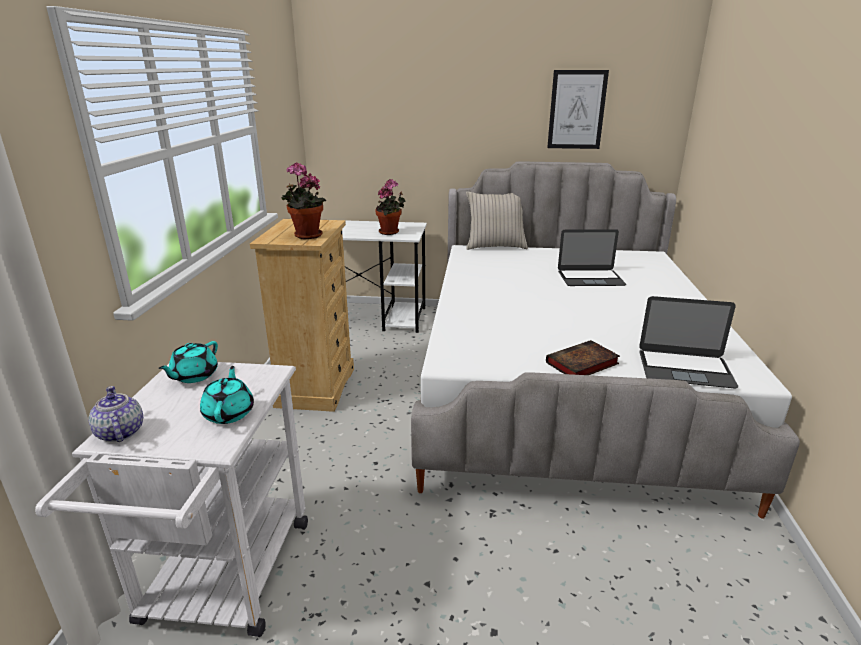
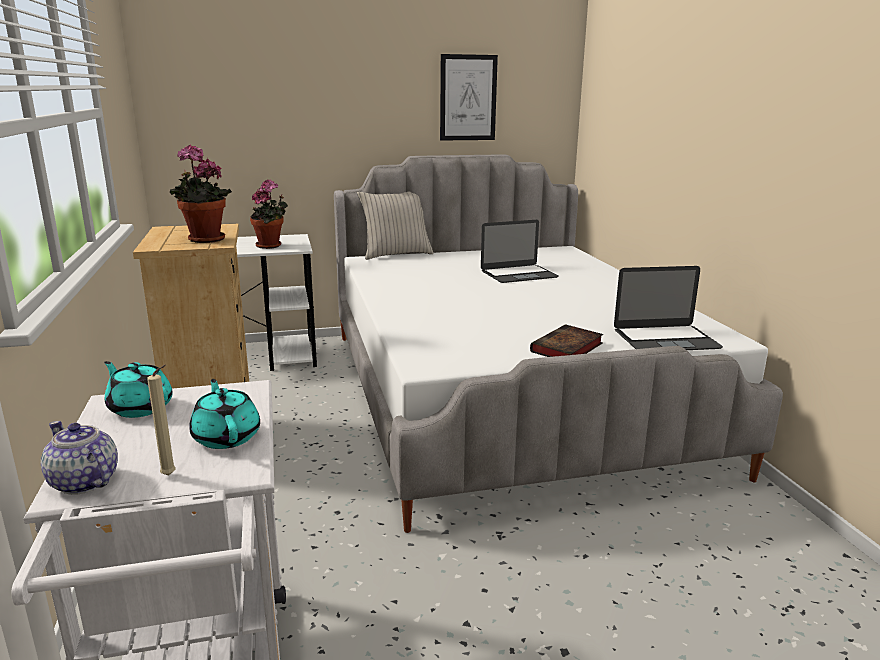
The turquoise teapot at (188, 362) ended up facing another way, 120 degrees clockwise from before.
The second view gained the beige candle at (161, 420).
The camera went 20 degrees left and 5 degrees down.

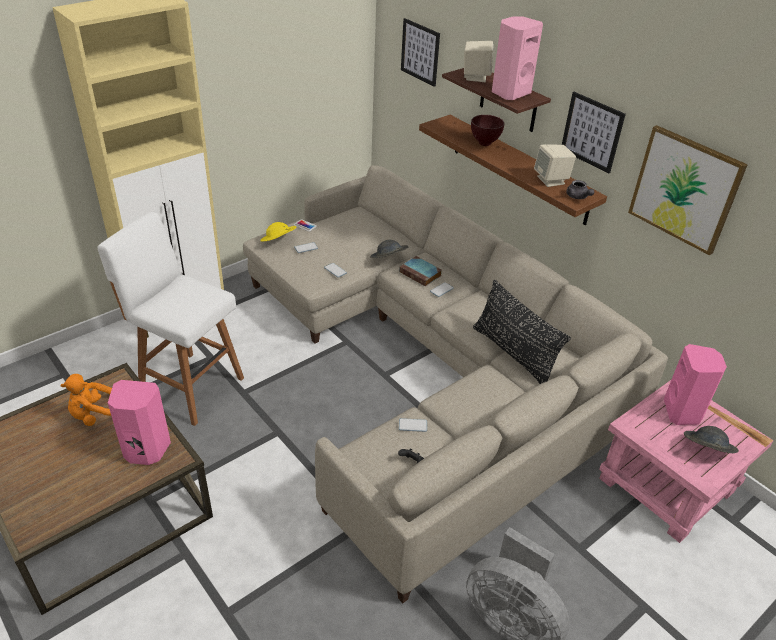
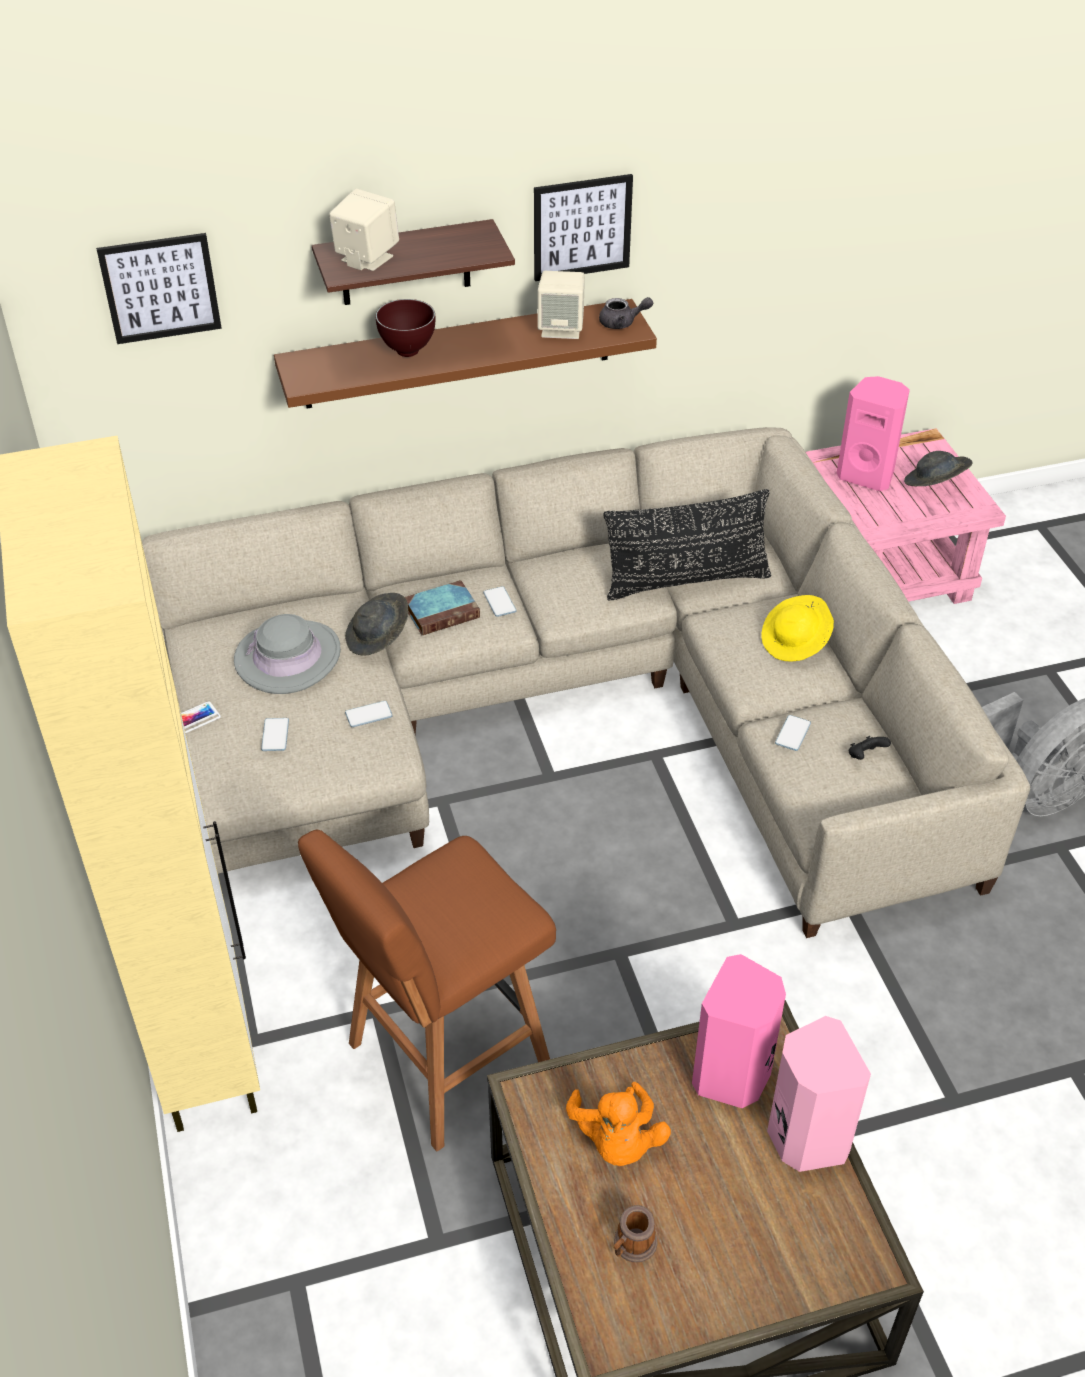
The second view gained the grey hat at (287, 654).
What was the white stool at (170, 319) turned into the brown stool at (427, 990).
The second view gained the mug at (636, 1234).
The yellow hat ended up elsewhere, having gone from (278, 232) to (797, 628).
The pink speaker ended up elsewhere, having gone from (517, 58) to (819, 1094).
The second view lost the picture at (688, 190).
The camera went 65 degrees left and 5 degrees up.

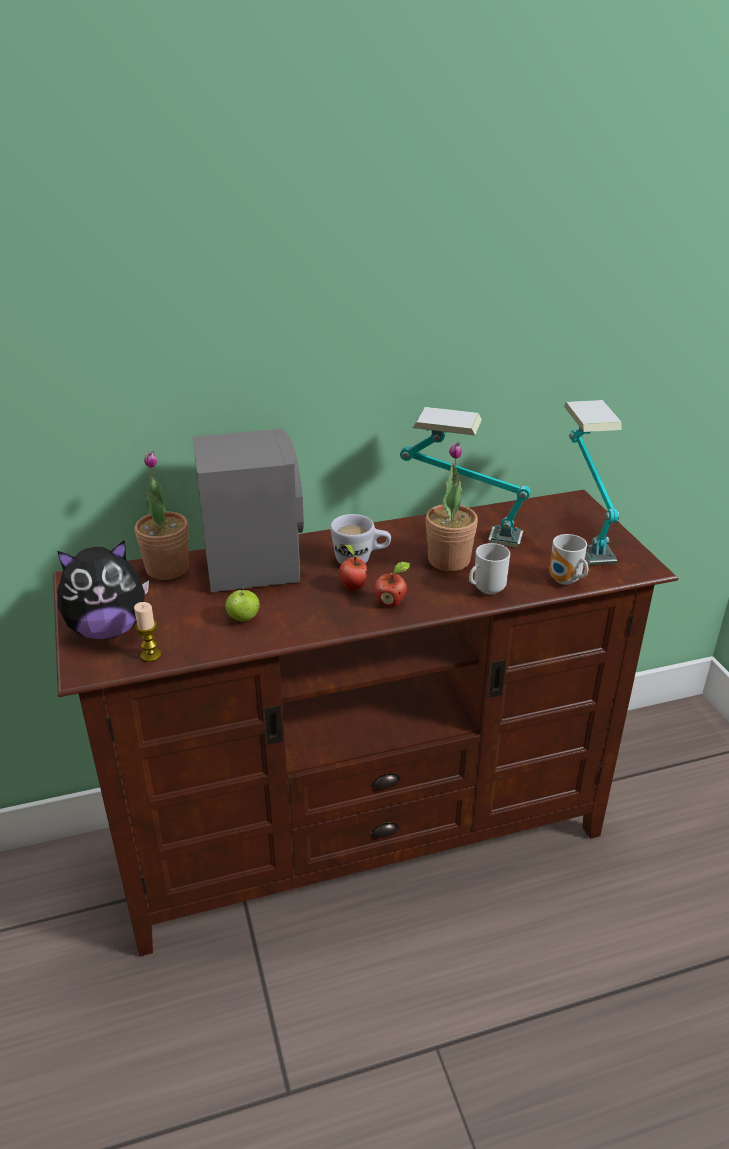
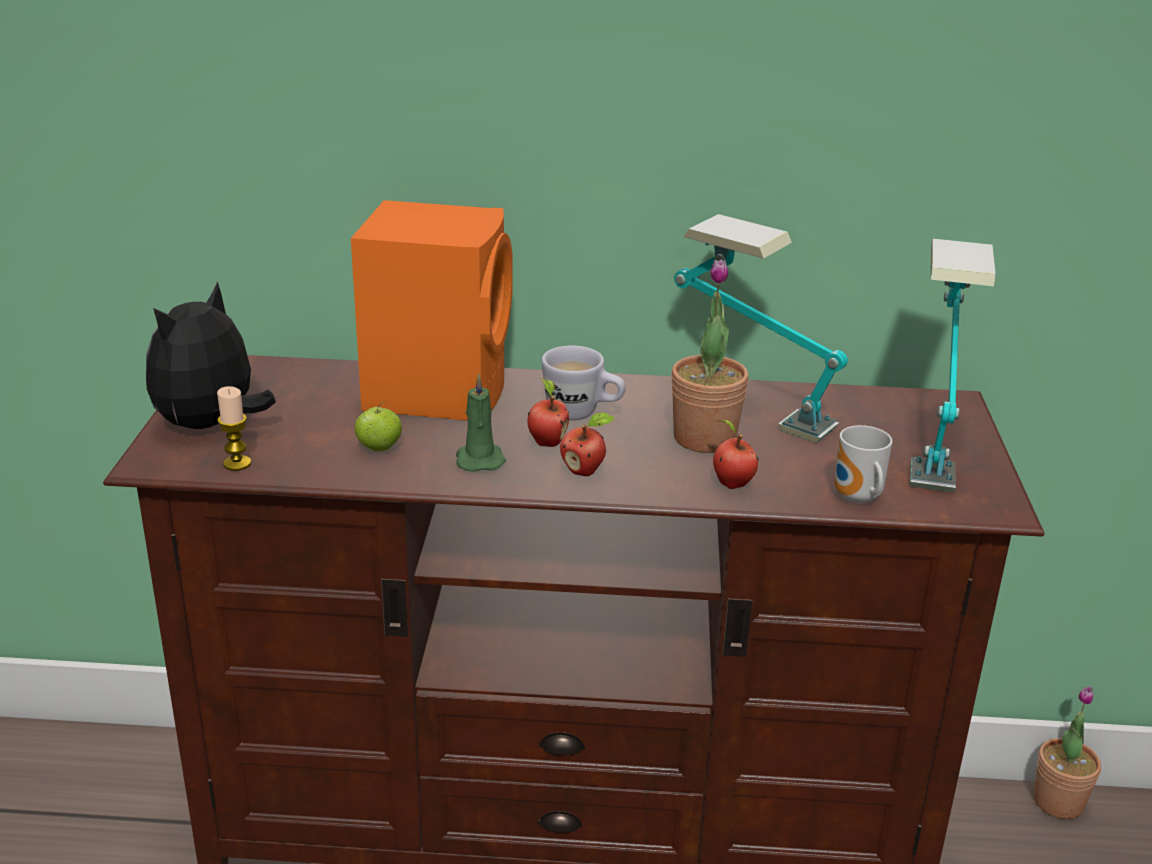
The plush toy at (103, 590) ended up facing another way, 120 degrees clockwise from before.
What was the grey speaker at (248, 510) turned into the orange speaker at (432, 310).
The second view gained the green candle at (481, 422).
Where the mug stood at (489, 569), the apple came to stand at (735, 454).
The potted plant ended up elsewhere, having gone from (162, 515) to (1067, 752).
The camera went 20 degrees right and 5 degrees down.

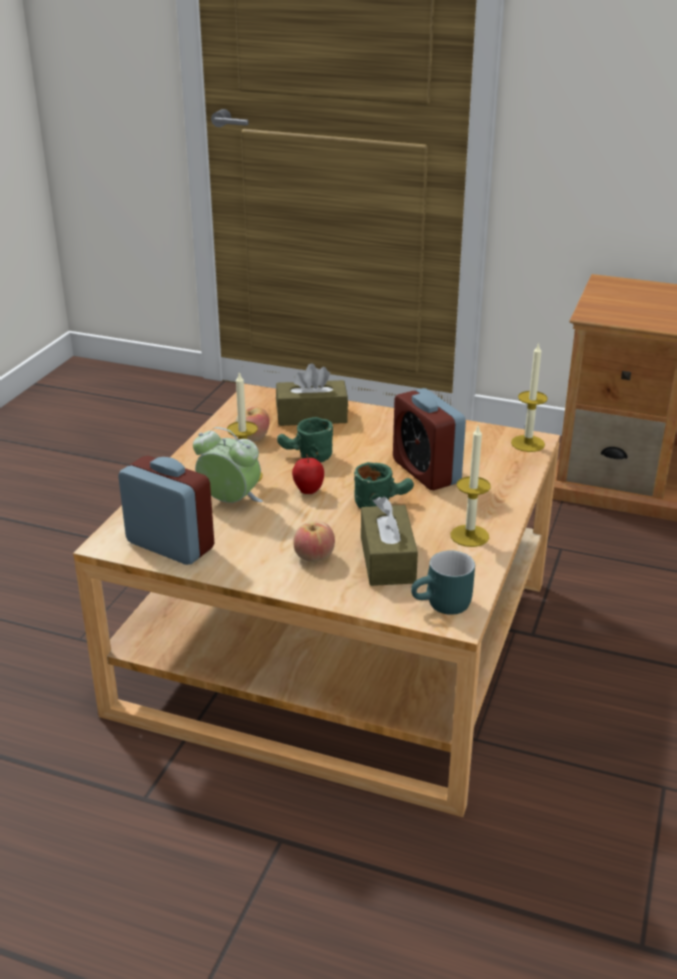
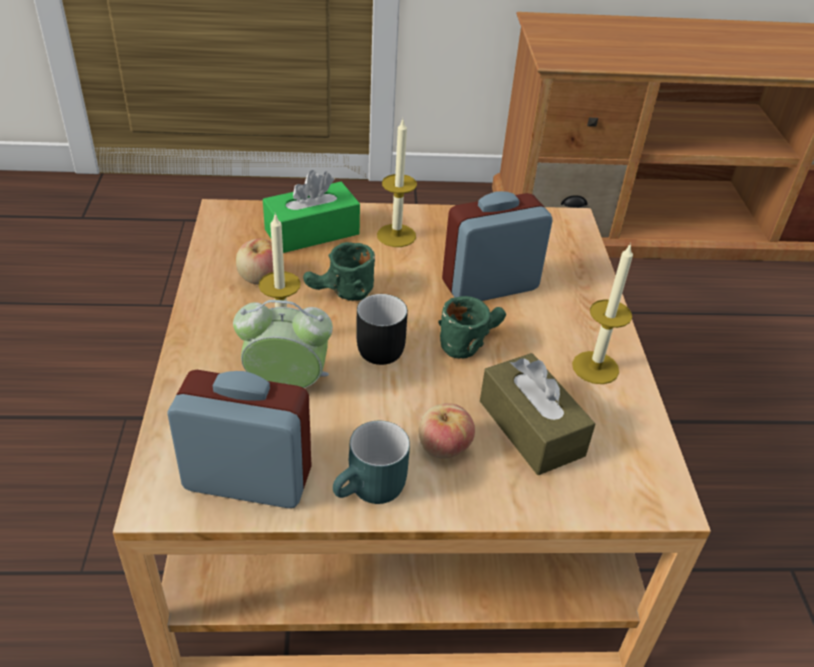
What was the brown tissue box at (312, 394) turned into the green tissue box at (311, 211).
The turquoise mug ended up elsewhere, having gone from (443, 582) to (371, 462).
Where the apple stood at (308, 474), the black mug came to stand at (382, 329).
The candle ended up elsewhere, having gone from (529, 397) to (397, 183).
The alarm clock at (429, 439) ended up facing another way, 120 degrees clockwise from before.
The camera went 25 degrees left and 10 degrees up.

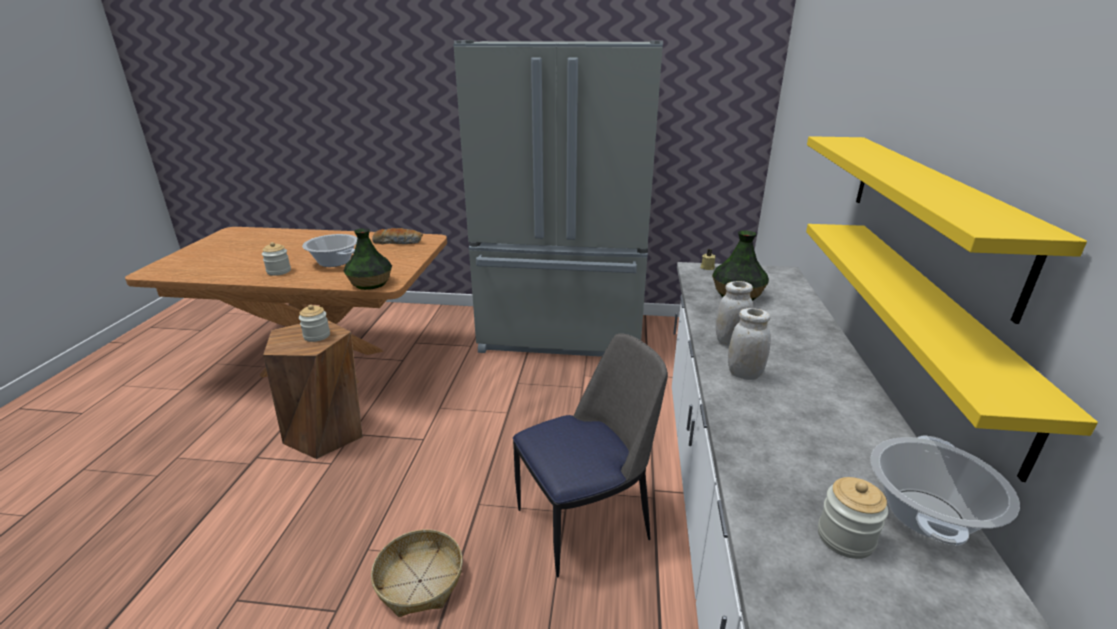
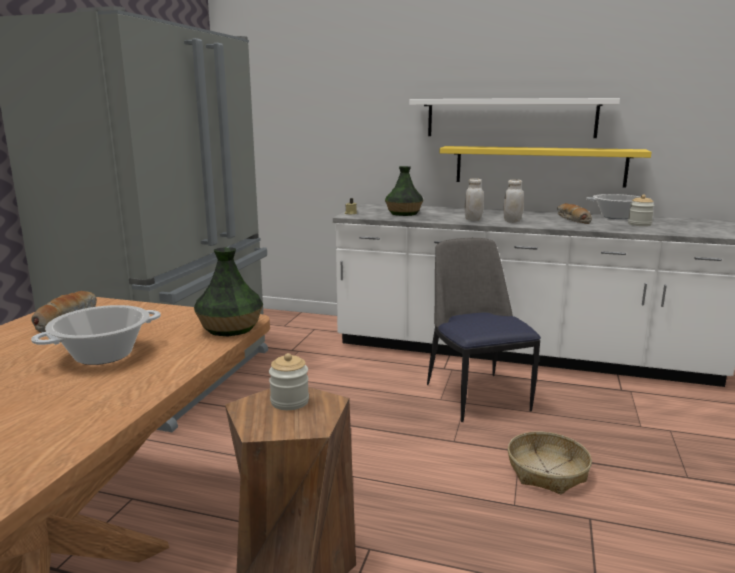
What was the yellow shelf at (947, 230) turned into the white shelf at (514, 118).
The second view gained the bread at (574, 213).
The second view lost the jar at (276, 259).
The camera went 80 degrees left and 10 degrees down.

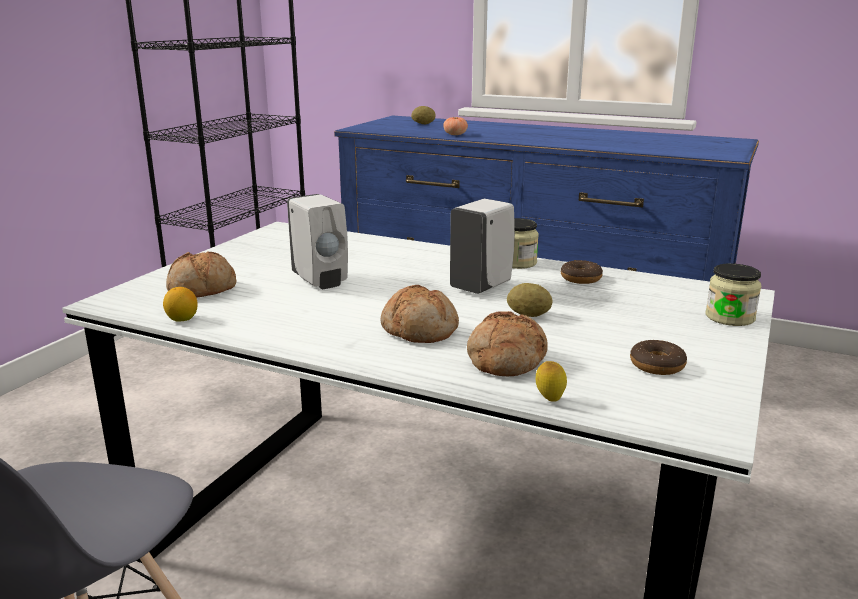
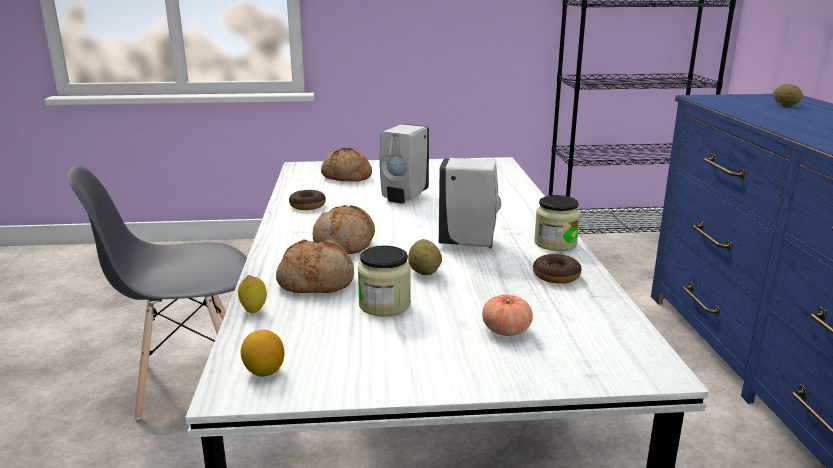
The lemon ended up elsewhere, having gone from (180, 304) to (262, 353).
The donut ended up elsewhere, having gone from (658, 357) to (307, 200).
The jar ended up elsewhere, having gone from (733, 294) to (384, 280).
The tomato ended up elsewhere, having gone from (455, 126) to (507, 315).
The camera went 60 degrees right and 0 degrees up.

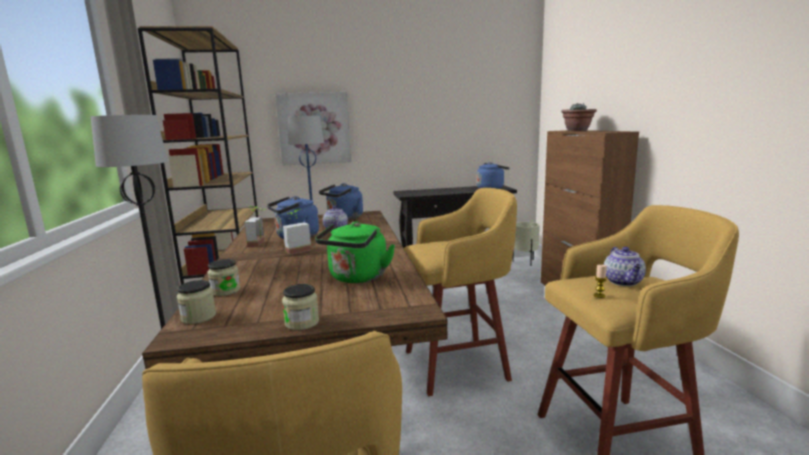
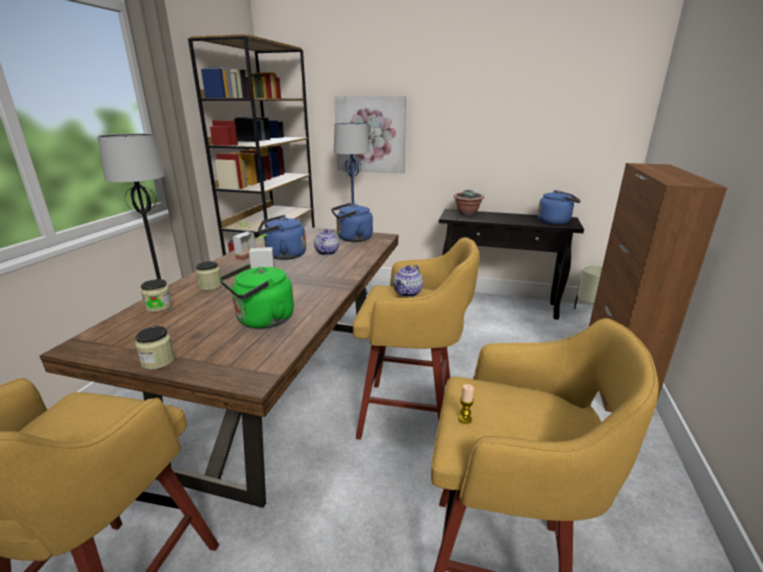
The jar ended up elsewhere, having gone from (196, 302) to (209, 275).
The teapot ended up elsewhere, having gone from (625, 266) to (408, 281).
The potted plant ended up elsewhere, having gone from (579, 117) to (469, 203).
The camera went 25 degrees right and 10 degrees up.

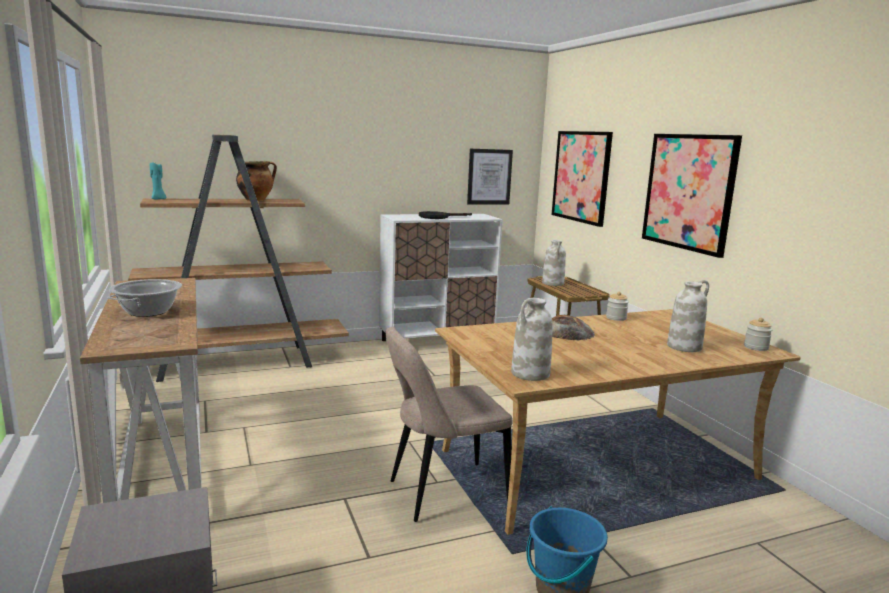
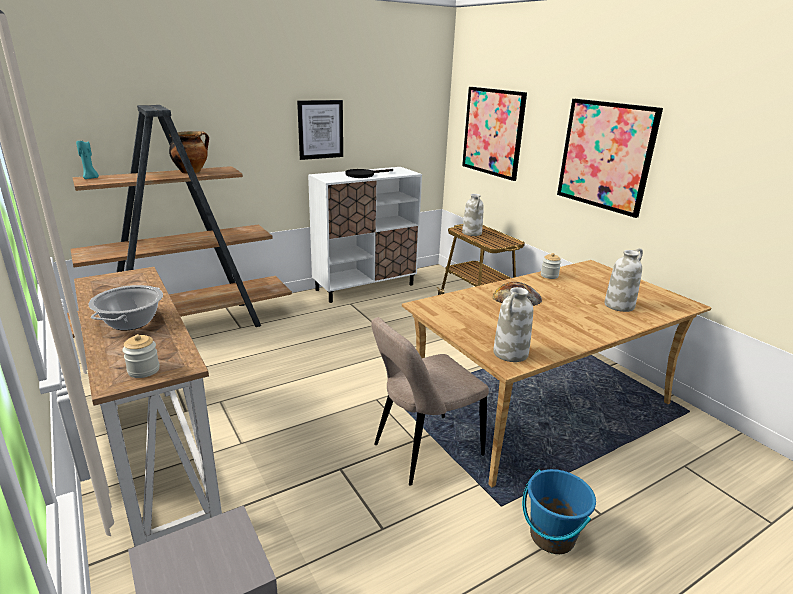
The jar ended up elsewhere, having gone from (758, 334) to (141, 356).
The picture ended up elsewhere, having gone from (490, 177) to (320, 130).
The camera went 10 degrees left and 10 degrees up.

